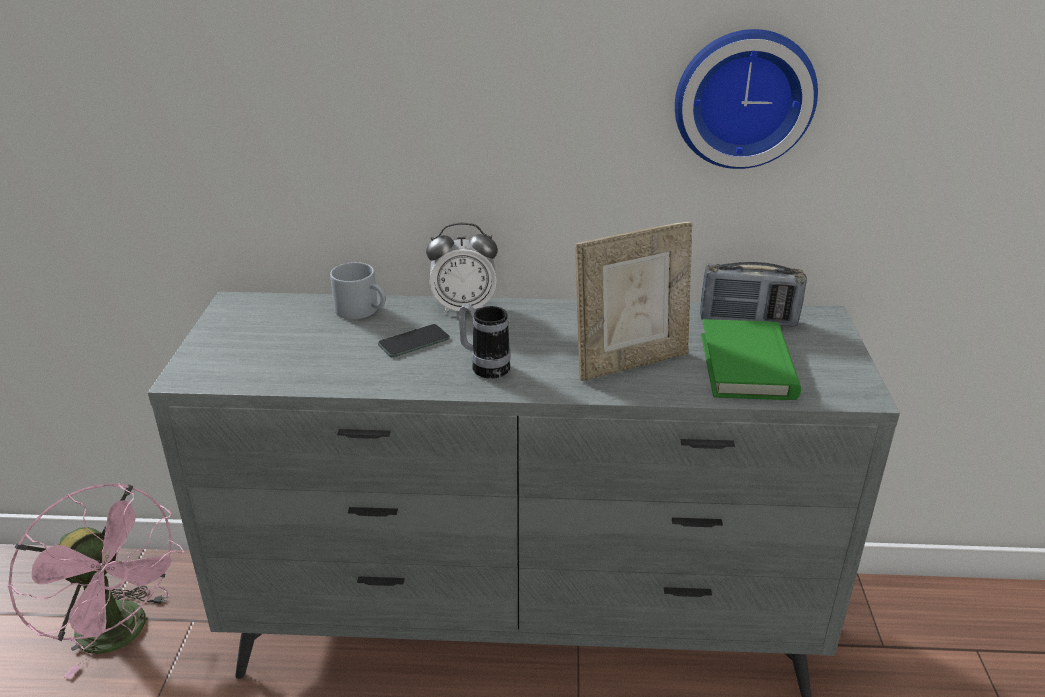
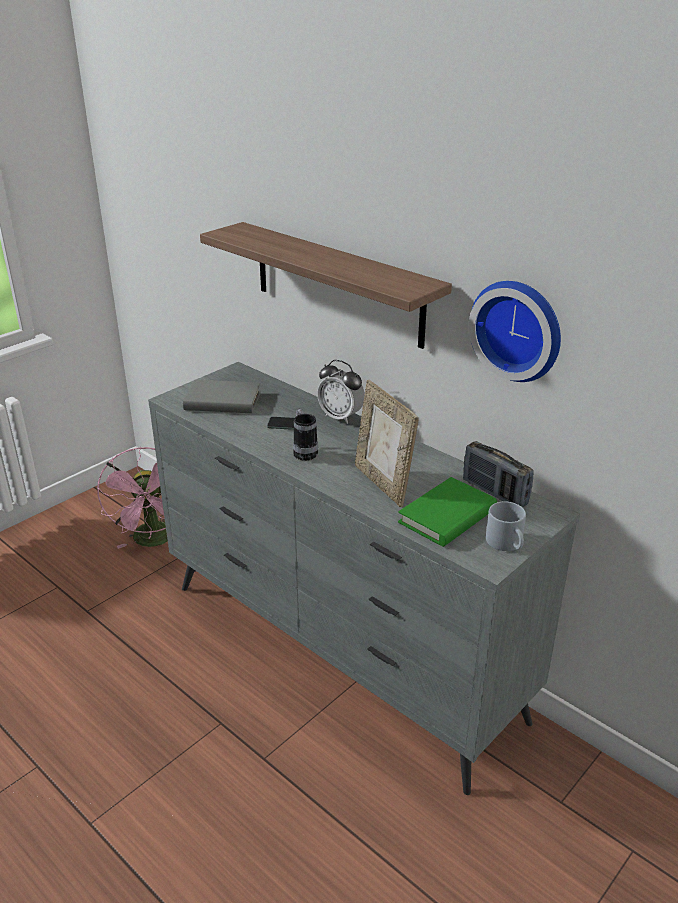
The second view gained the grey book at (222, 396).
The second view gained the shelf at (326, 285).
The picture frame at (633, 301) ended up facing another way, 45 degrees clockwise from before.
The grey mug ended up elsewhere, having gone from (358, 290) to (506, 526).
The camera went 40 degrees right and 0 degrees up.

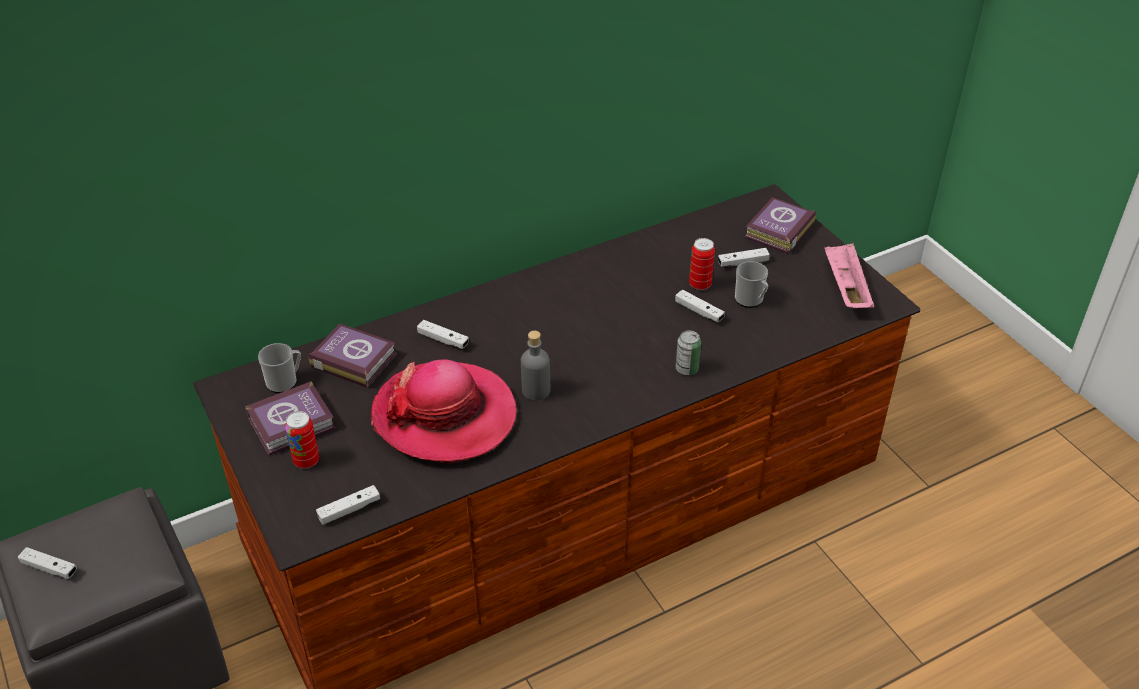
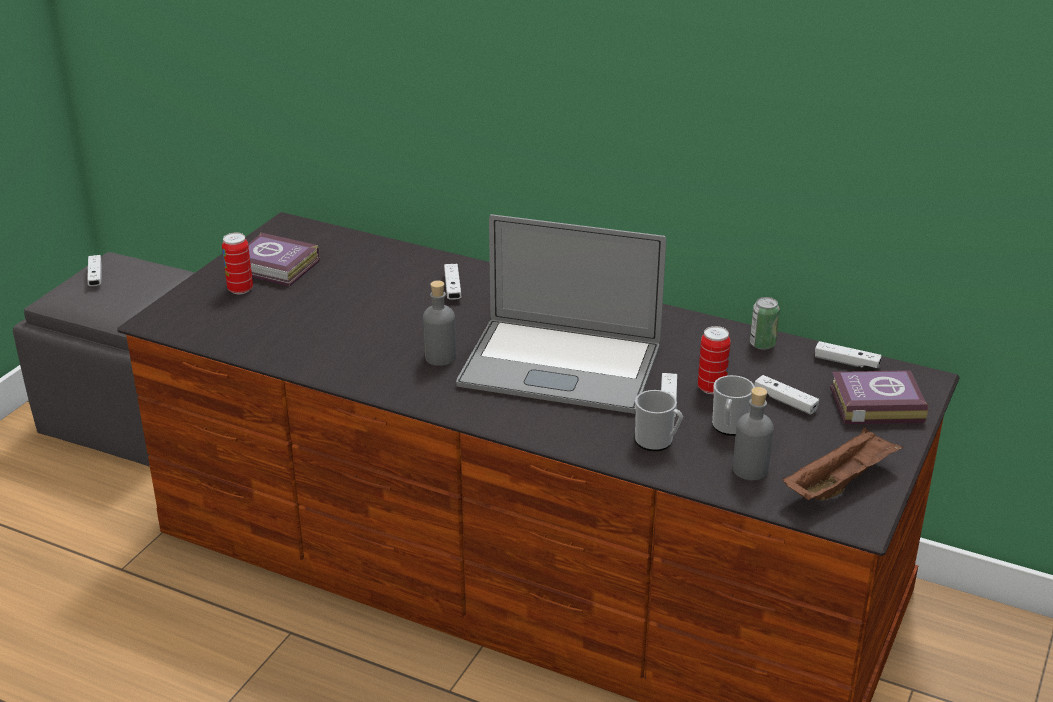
The second view gained the laptop at (561, 314).
The mug ended up elsewhere, having gone from (279, 368) to (659, 420).
The second view gained the grey bottle at (753, 433).
The can ended up elsewhere, having gone from (688, 352) to (765, 323).
What was the pink tray at (849, 275) turned into the brown tray at (843, 463).
The white game controller ended up elsewhere, having gone from (348, 505) to (848, 354).
The second view lost the book at (353, 355).
The second view lost the hat at (444, 411).
The camera went 55 degrees right and 10 degrees down.

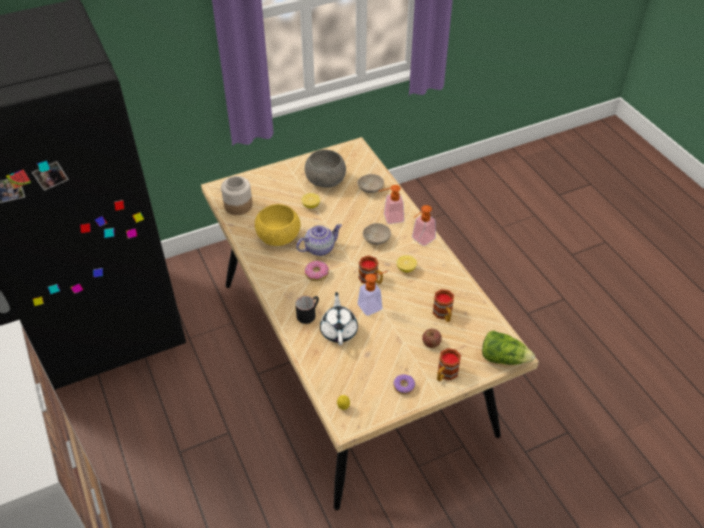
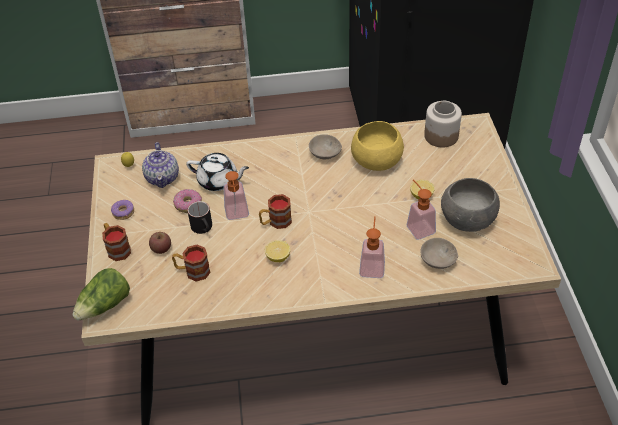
The teapot ended up elsewhere, having gone from (319, 240) to (160, 165).
The donut ended up elsewhere, having gone from (317, 271) to (187, 201).
The black mug ended up elsewhere, having gone from (307, 310) to (199, 217).
The beige bowl ended up elsewhere, having gone from (377, 234) to (325, 146).
The soap dispenser ended up elsewhere, having gone from (424, 225) to (421, 210).
The camera went 110 degrees right and 0 degrees up.

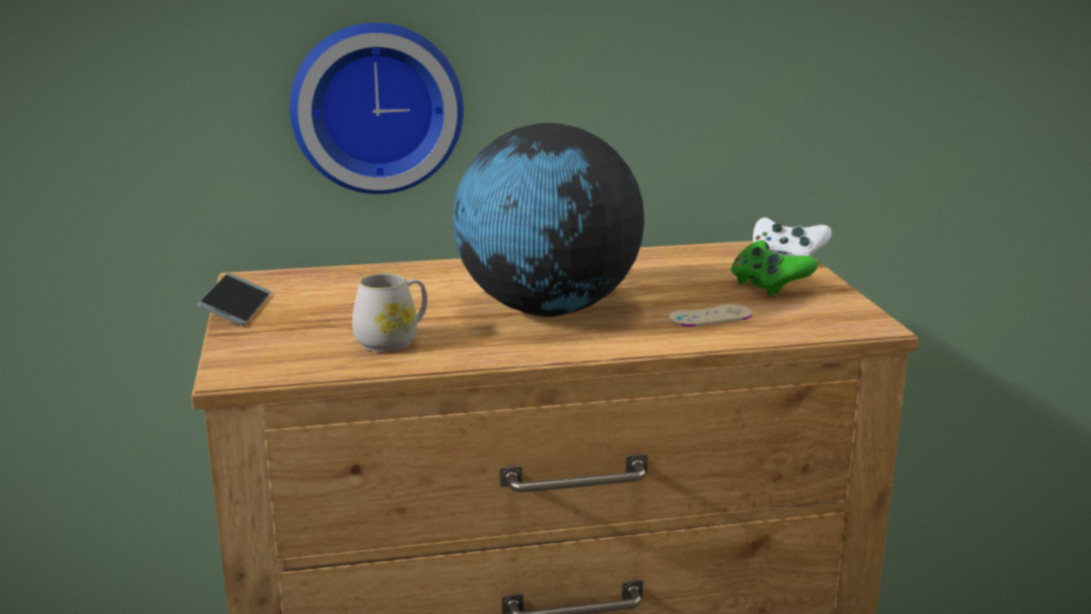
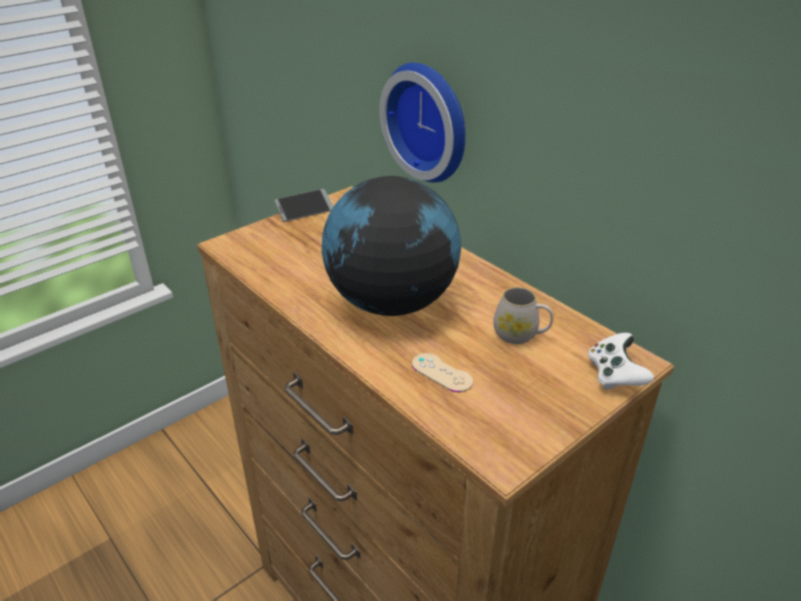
The white mug ended up elsewhere, having gone from (389, 312) to (523, 315).
The second view lost the green game controller at (774, 268).
The camera went 60 degrees right and 15 degrees up.

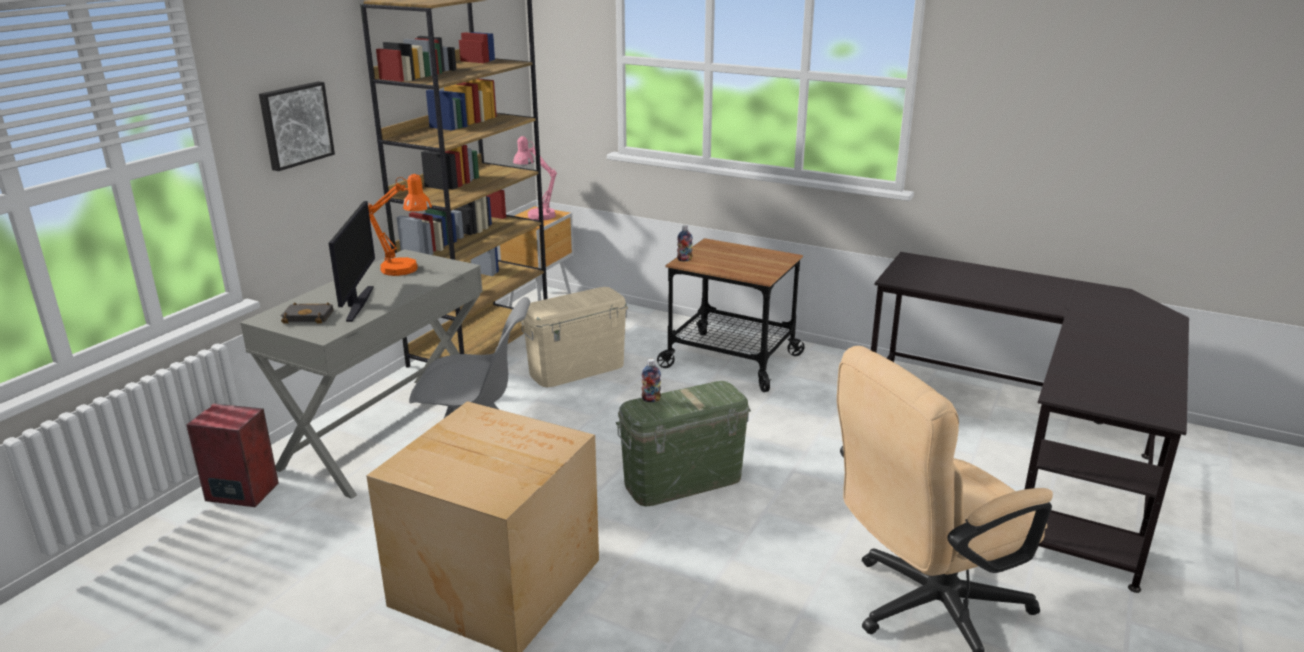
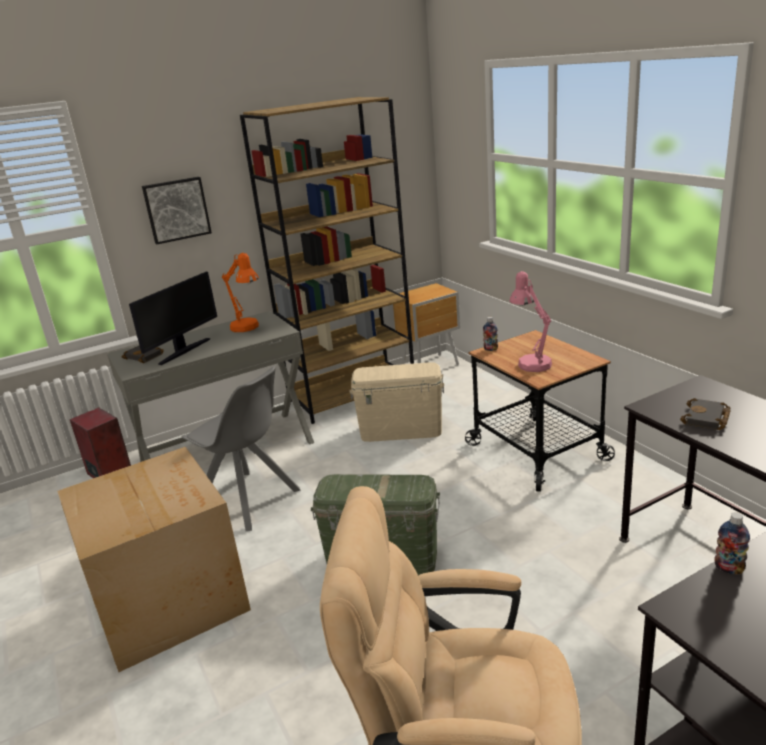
The pink table lamp ended up elsewhere, having gone from (535, 178) to (531, 321).
The second view gained the black book at (705, 414).
The bottle ended up elsewhere, having gone from (651, 380) to (732, 543).
The camera went 35 degrees right and 0 degrees up.

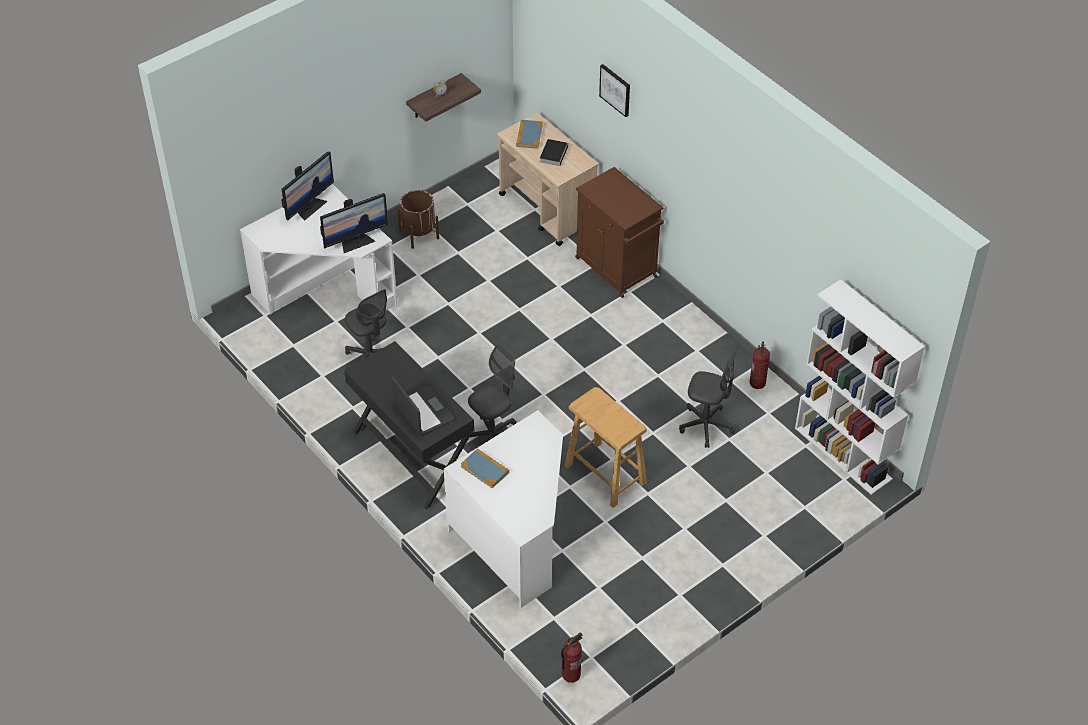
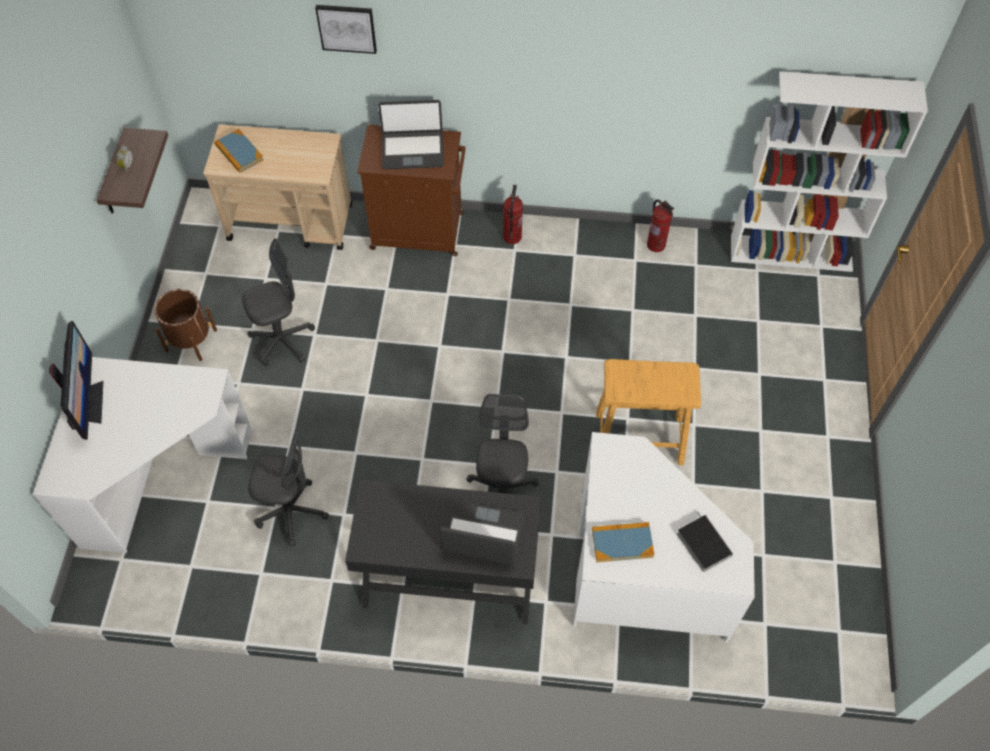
The grey office chair ended up elsewhere, having gone from (708, 397) to (278, 302).
The second view gained the laptop at (411, 134).
The fire extinguisher ended up elsewhere, having gone from (572, 657) to (513, 214).
The book ended up elsewhere, having gone from (554, 152) to (705, 542).
The second view lost the monitor at (354, 223).
The camera went 45 degrees left and 10 degrees up.

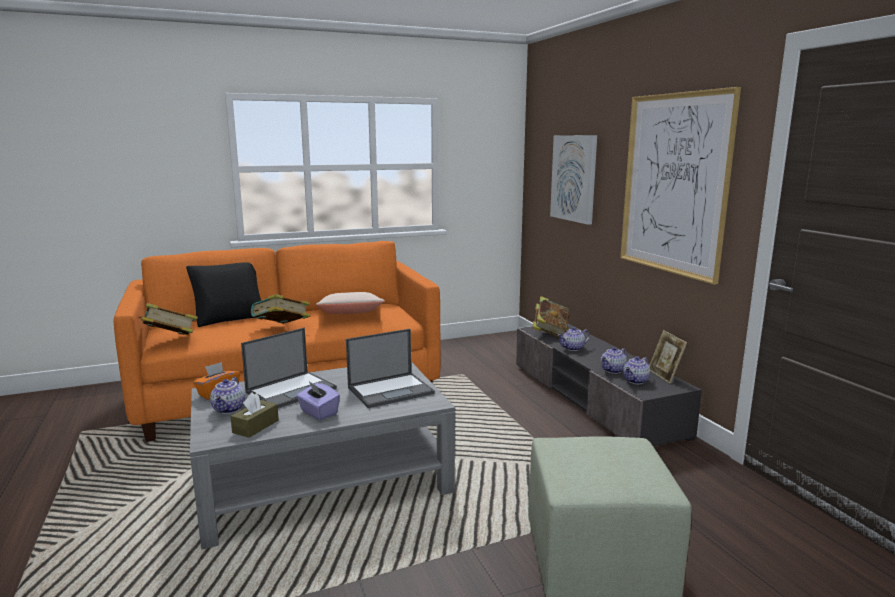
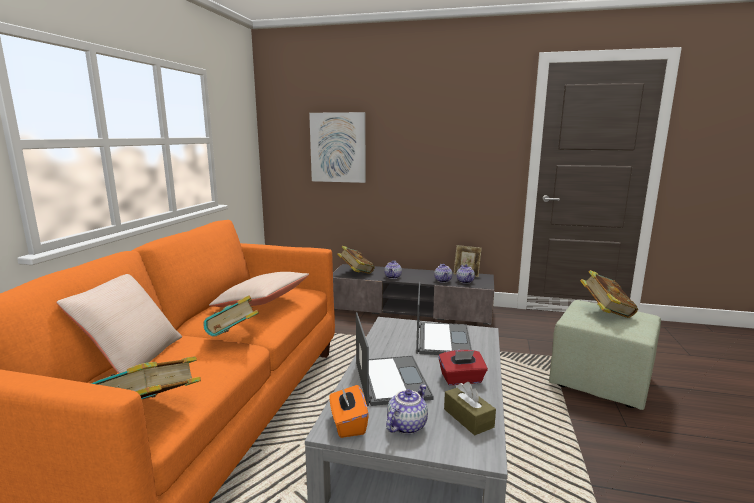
What was the black pillow at (223, 294) turned into the beige pillow at (119, 324).
The teapot at (227, 395) ended up facing another way, 90 degrees counterclockwise from before.
What was the purple tissue box at (318, 400) turned into the red tissue box at (463, 367).
The second view gained the book at (609, 294).
The second view lost the picture at (680, 186).
The camera went 55 degrees left and 0 degrees up.

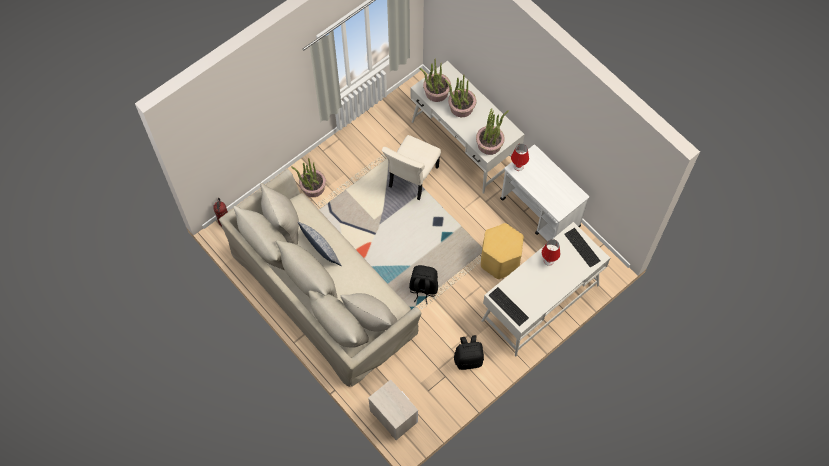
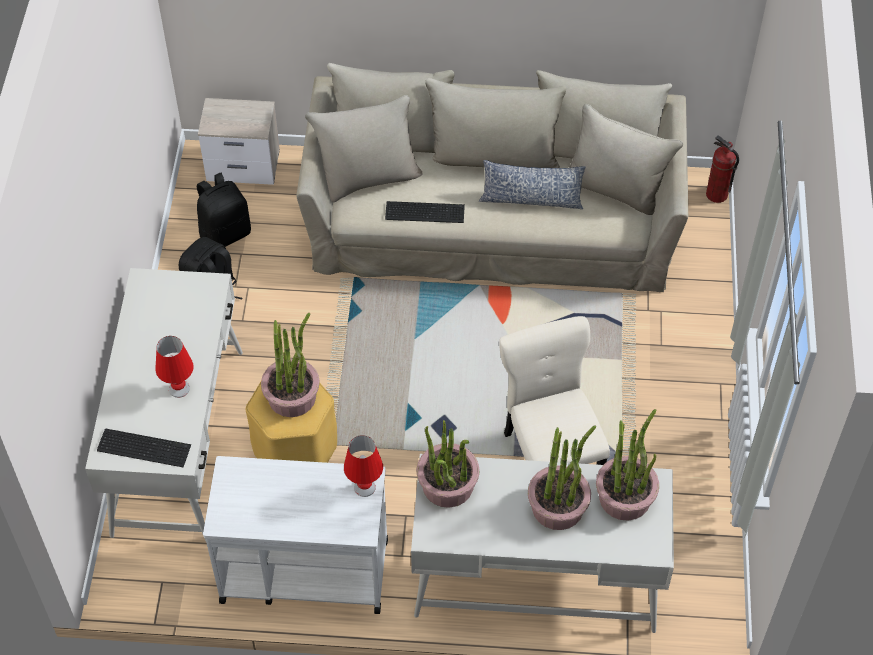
The black backpack ended up elsewhere, having gone from (423, 285) to (224, 210).
The potted plant ended up elsewhere, having gone from (308, 177) to (290, 365).
The keyboard ended up elsewhere, having gone from (509, 306) to (425, 212).
The camera went 135 degrees right and 10 degrees down.

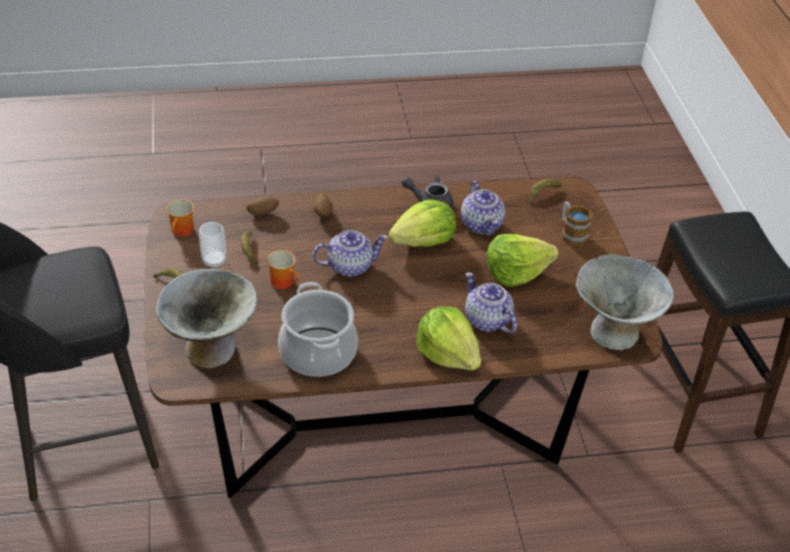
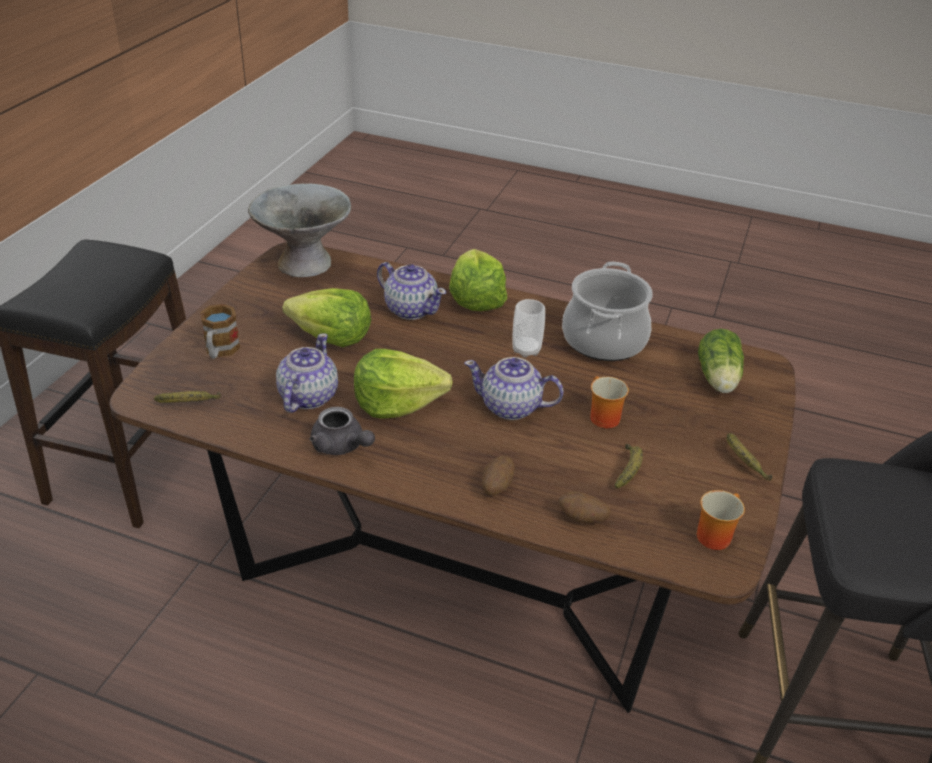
The teapot at (491, 303) ended up facing another way, 45 degrees counterclockwise from before.
The cup ended up elsewhere, having gone from (212, 245) to (529, 328).
Where the grey bowl stood at (206, 318), the lettuce came to stand at (721, 361).
The camera went 150 degrees left and 5 degrees down.

